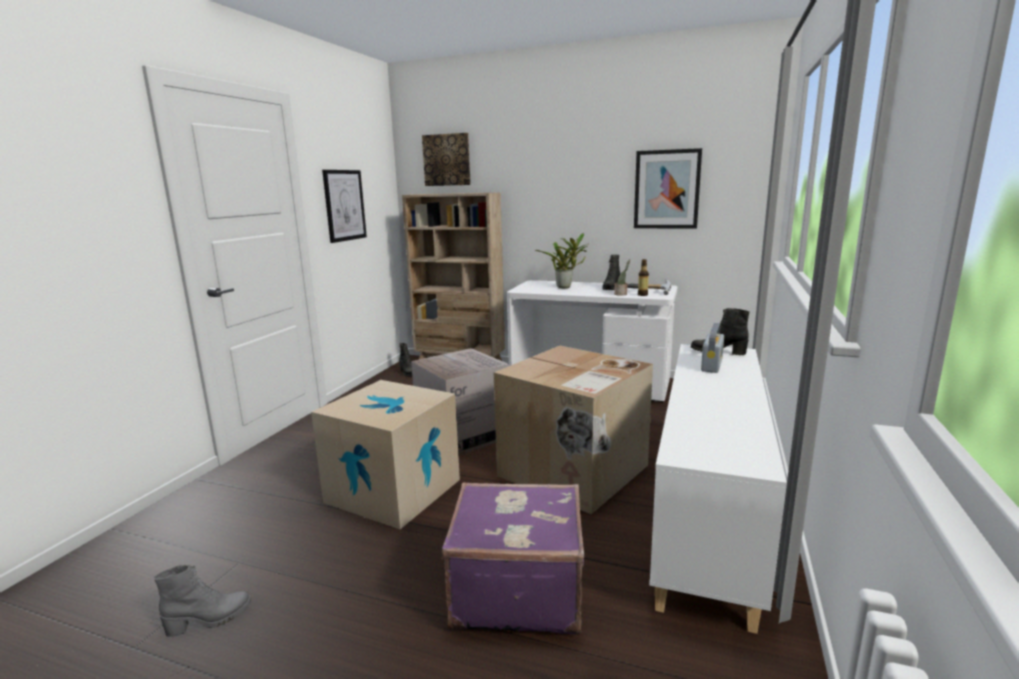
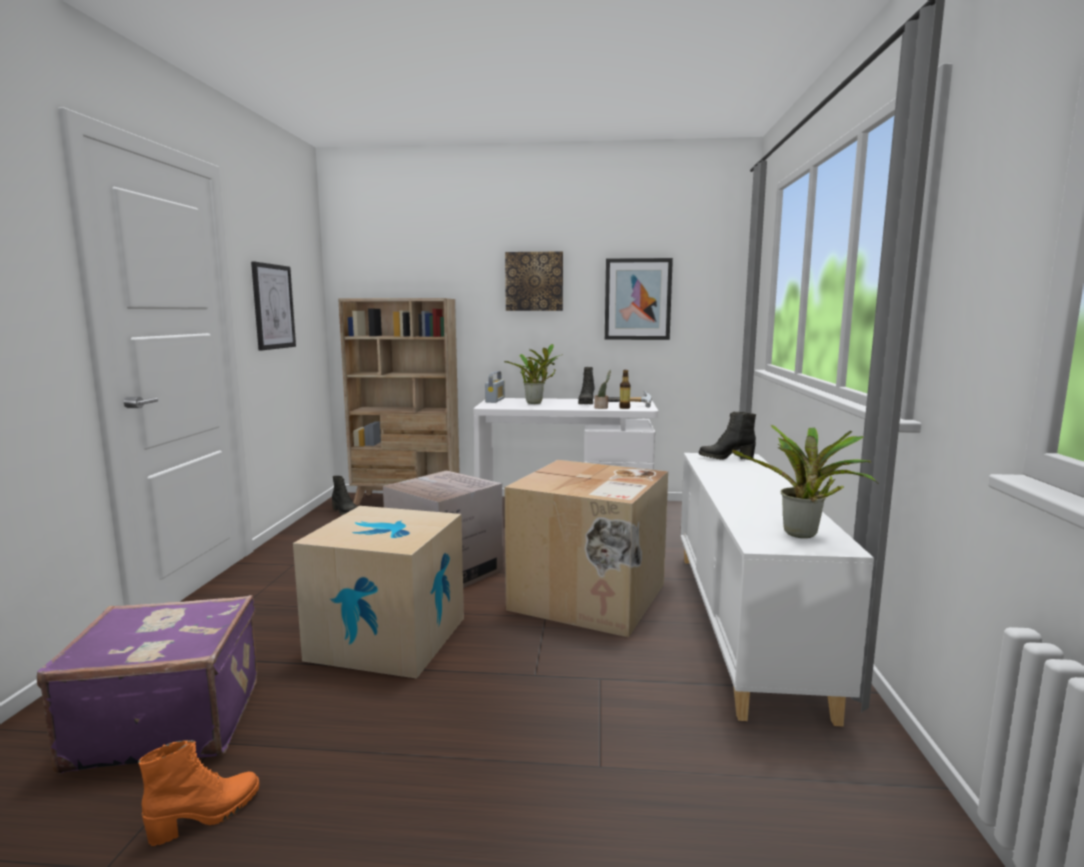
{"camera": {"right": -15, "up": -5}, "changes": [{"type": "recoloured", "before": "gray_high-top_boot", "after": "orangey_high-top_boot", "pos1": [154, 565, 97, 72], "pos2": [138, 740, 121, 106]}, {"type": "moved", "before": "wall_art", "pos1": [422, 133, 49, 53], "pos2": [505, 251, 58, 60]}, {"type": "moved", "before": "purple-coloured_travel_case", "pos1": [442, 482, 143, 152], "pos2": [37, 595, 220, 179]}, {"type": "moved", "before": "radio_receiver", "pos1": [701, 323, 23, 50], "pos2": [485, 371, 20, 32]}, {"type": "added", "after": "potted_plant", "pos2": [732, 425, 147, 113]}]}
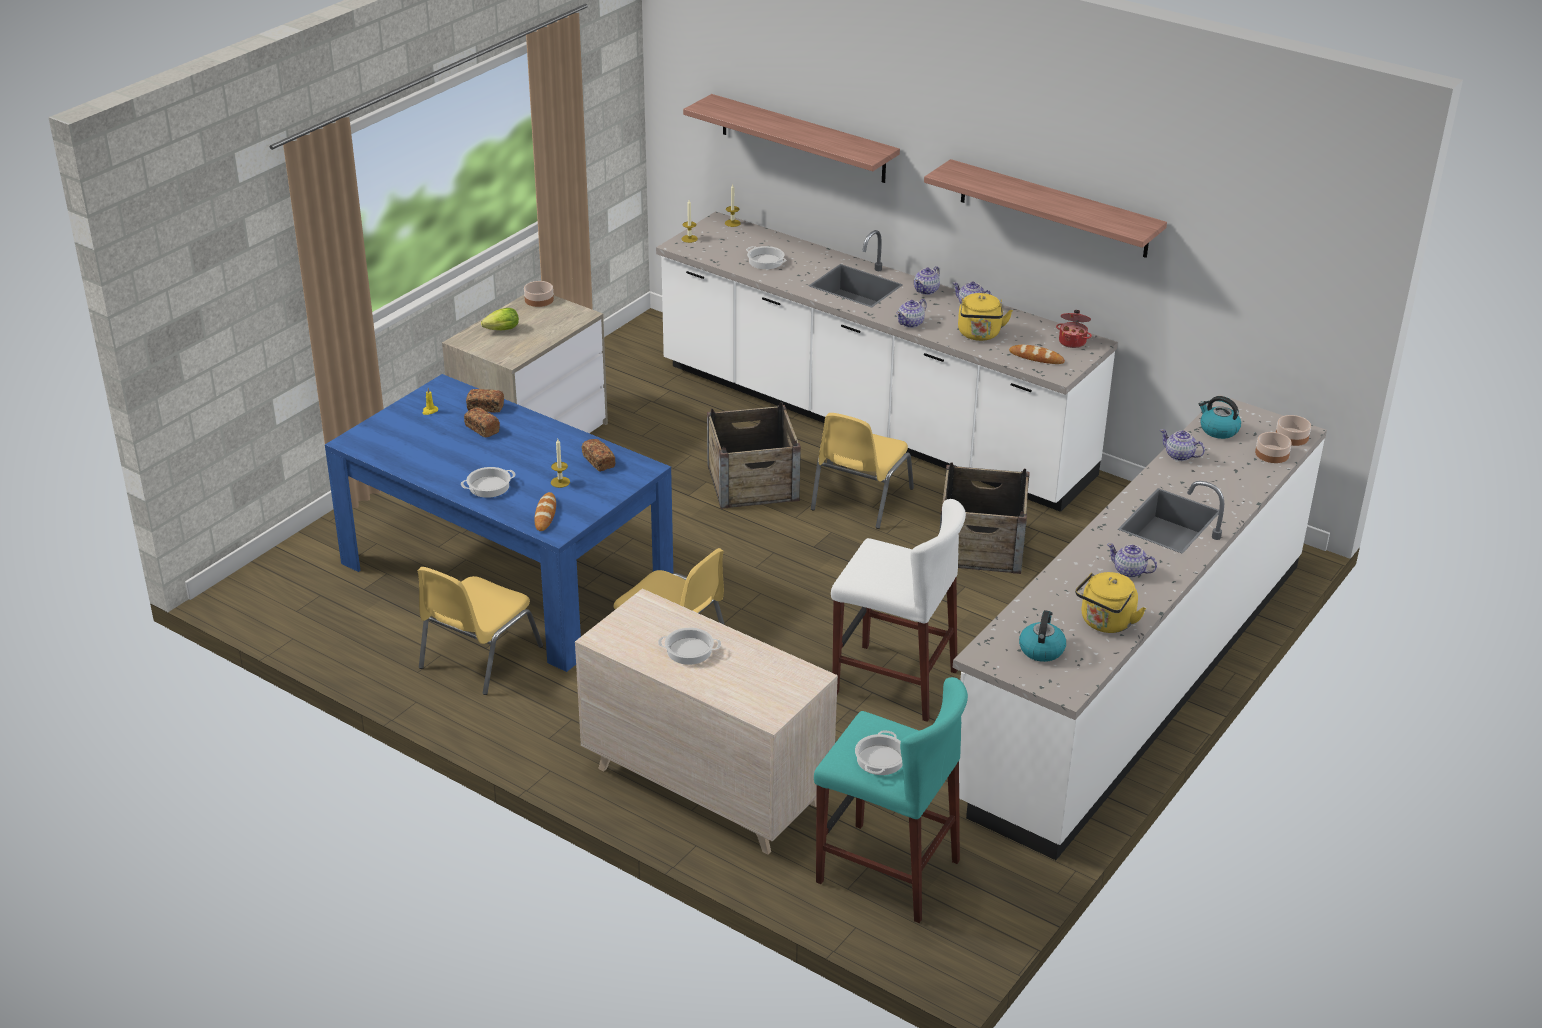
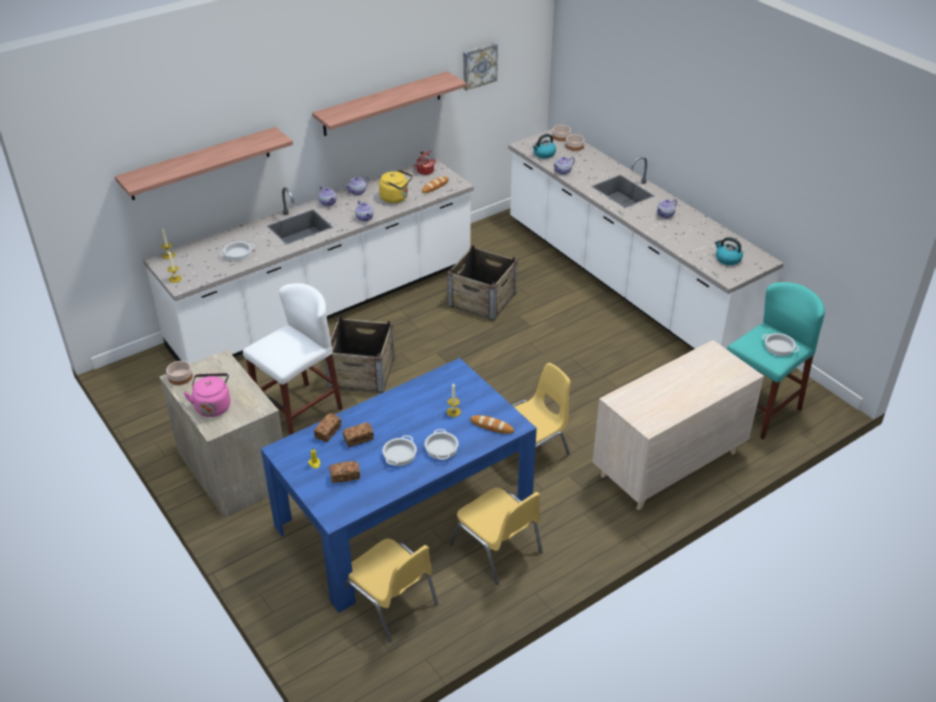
{"camera": {"right": -70, "up": 5}, "changes": [{"type": "replaced", "before": "lettuce_head", "after": "pink-coloured_tea_kettle", "pos1": [481, 308, 38, 22], "pos2": [184, 373, 46, 44]}, {"type": "moved", "before": "bread", "pos1": [582, 439, 33, 32], "pos2": [329, 461, 31, 22]}, {"type": "moved", "before": "cooking_pot", "pos1": [658, 628, 63, 37], "pos2": [383, 435, 34, 31]}, {"type": "moved", "before": "yellowish_upright_chair", "pos1": [811, 413, 103, 116], "pos2": [345, 539, 93, 104]}, {"type": "moved", "before": "white-coloured_stool", "pos1": [831, 499, 135, 223], "pos2": [243, 283, 100, 152]}, {"type": "removed", "before": "yellowish_tea_kettle", "pos1": [1075, 572, 71, 61]}, {"type": "added", "after": "wall_art", "pos2": [463, 43, 35, 48]}]}
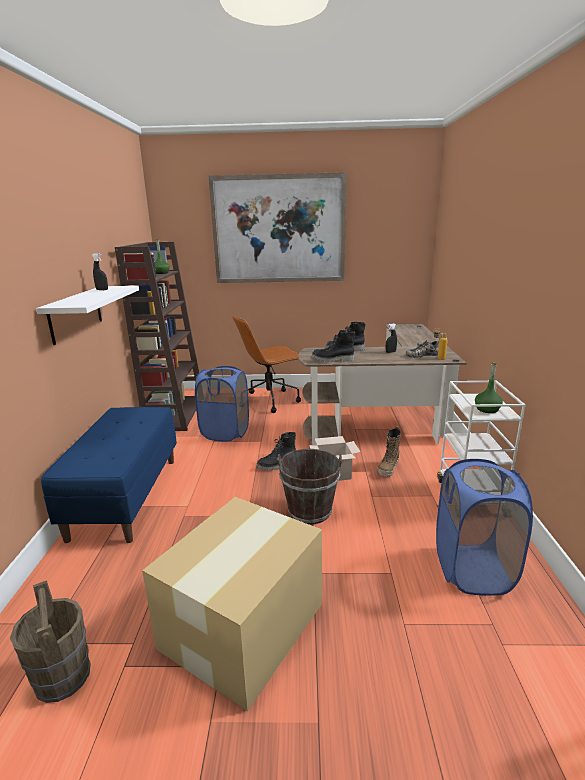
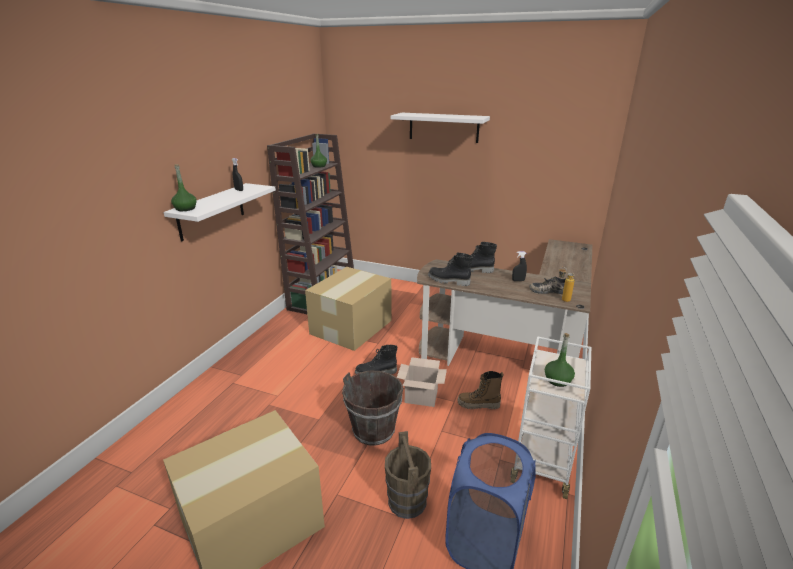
{"camera": {"right": 20, "up": 5}, "changes": [{"type": "moved", "before": "brown_bucket", "pos1": [10, 580, 81, 123], "pos2": [385, 431, 46, 88]}, {"type": "removed", "before": "bluish_long_seat", "pos1": [41, 407, 136, 136]}, {"type": "replaced", "before": "bluish_laundry_basket", "after": "carton", "pos1": [195, 366, 54, 75], "pos2": [305, 267, 87, 84]}, {"type": "replaced", "before": "wall_art", "after": "white-coloured_shelf", "pos1": [209, 172, 138, 111], "pos2": [391, 113, 99, 30]}, {"type": "removed", "before": "brown_computer_chair", "pos1": [232, 315, 69, 98]}, {"type": "turned", "before": "high-top_boot", "pos1": [377, 426, 24, 51], "pos2": [457, 371, 46, 38], "turn": 45}, {"type": "added", "after": "greenish_bottle", "pos2": [171, 164, 26, 47]}]}
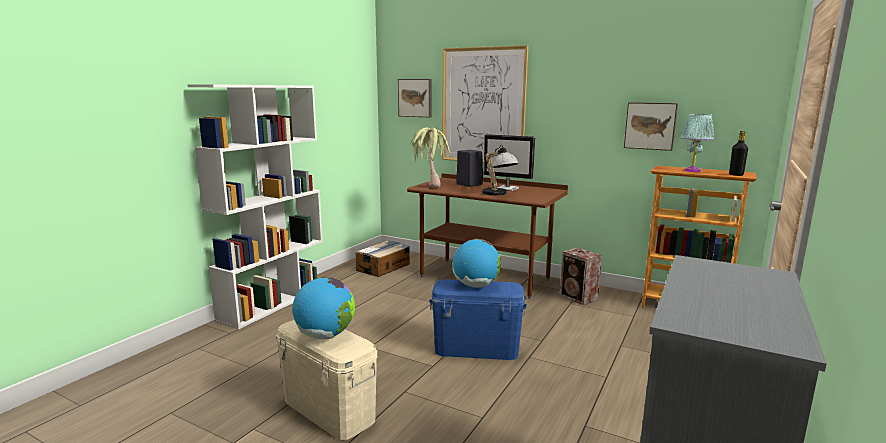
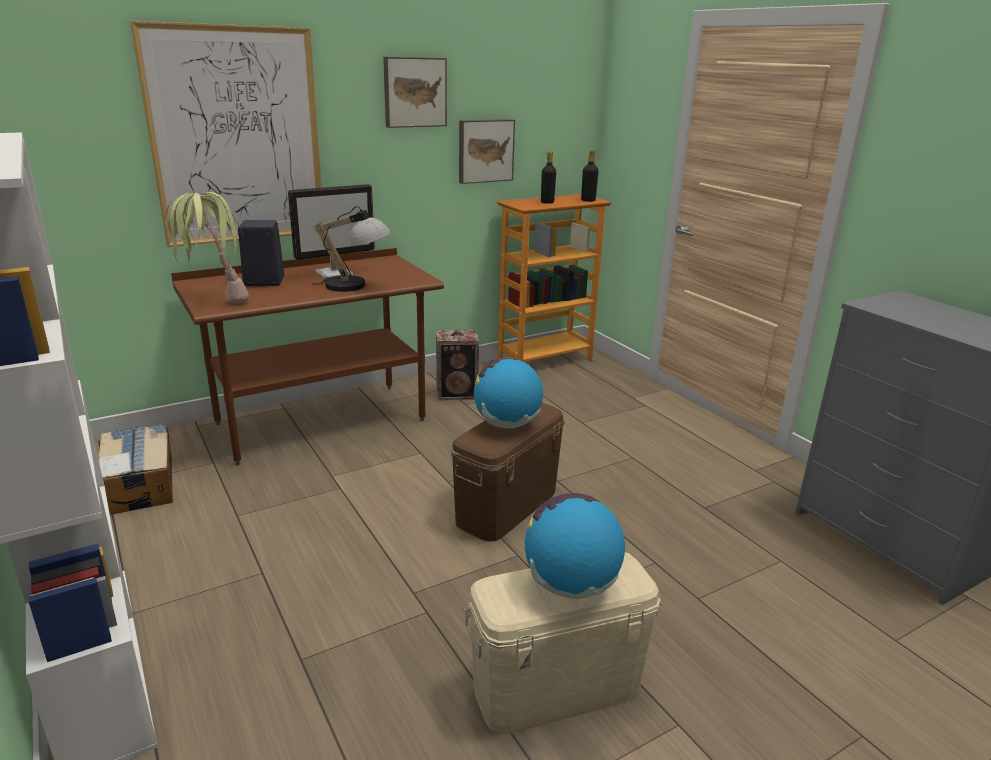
{"camera": {"right": -60, "up": 10}, "changes": [{"type": "moved", "before": "wall_art", "pos1": [398, 79, 34, 39], "pos2": [383, 57, 64, 71]}, {"type": "recoloured", "before": "bluish_storage_box", "after": "brown_storage_box", "pos1": [429, 280, 98, 80], "pos2": [451, 403, 113, 139]}, {"type": "replaced", "before": "turquoise-coloured_lamp_for_a_table", "after": "black-coloured_bottle", "pos1": [680, 114, 34, 58], "pos2": [541, 151, 15, 53]}]}
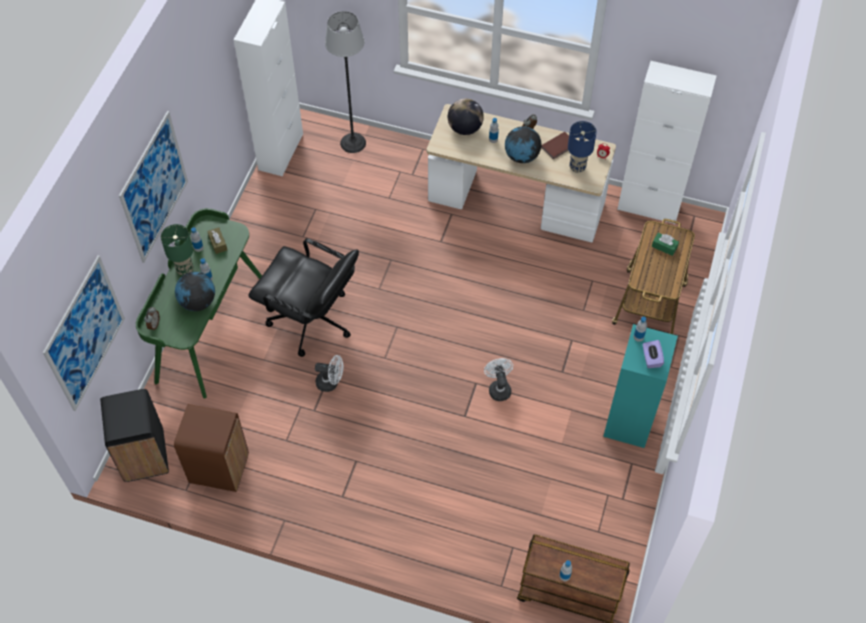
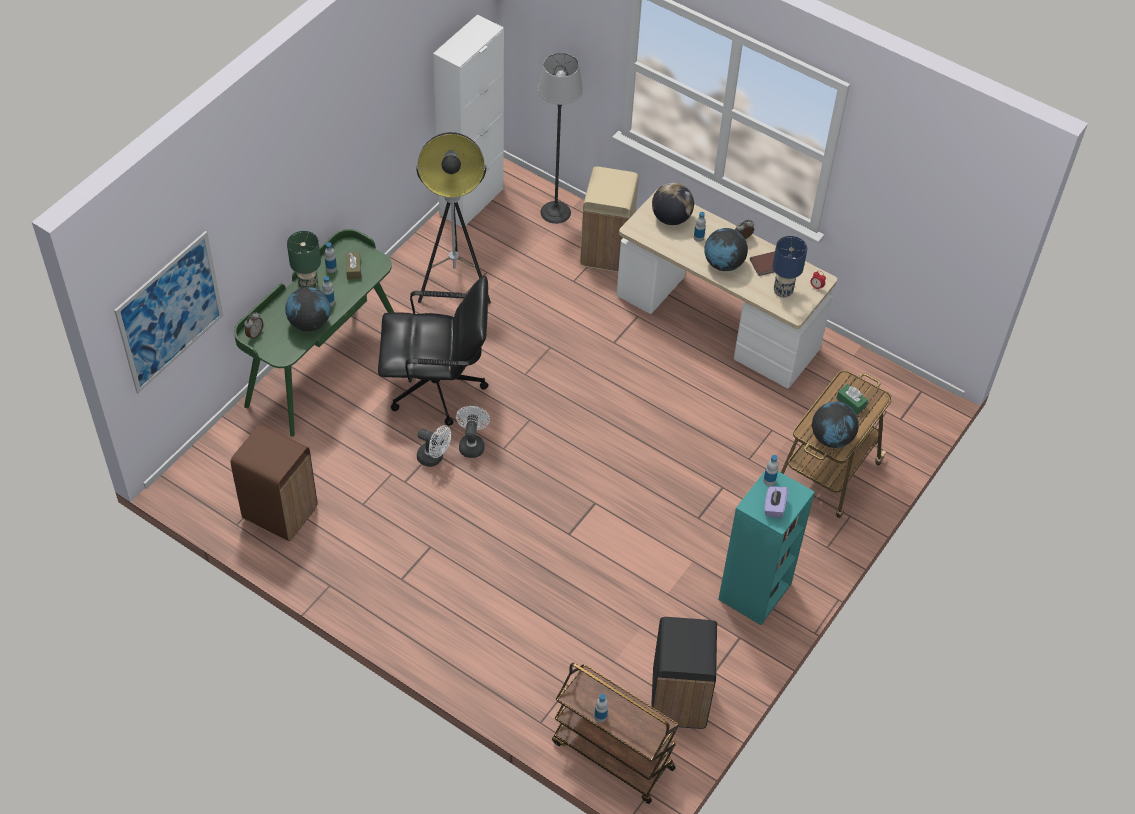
{"camera": {"right": 15, "up": -5}, "changes": [{"type": "moved", "before": "black-coloured_waste_bin", "pos1": [100, 389, 69, 93], "pos2": [651, 617, 66, 112]}, {"type": "removed", "before": "wall_art", "pos1": [119, 111, 69, 152]}, {"type": "turned", "before": "black-coloured_computer_chair", "pos1": [248, 238, 111, 119], "pos2": [378, 276, 110, 150], "turn": -45}, {"type": "moved", "before": "white-coloured_cooling_fan", "pos1": [484, 358, 29, 43], "pos2": [456, 406, 34, 52]}, {"type": "removed", "before": "white-coloured_cabinet", "pos1": [617, 61, 100, 163]}, {"type": "added", "after": "floor_lamp", "pos2": [416, 132, 75, 172]}, {"type": "added", "after": "beige_waste_bin", "pos2": [580, 167, 59, 105]}, {"type": "added", "after": "globe", "pos2": [812, 402, 47, 46]}]}
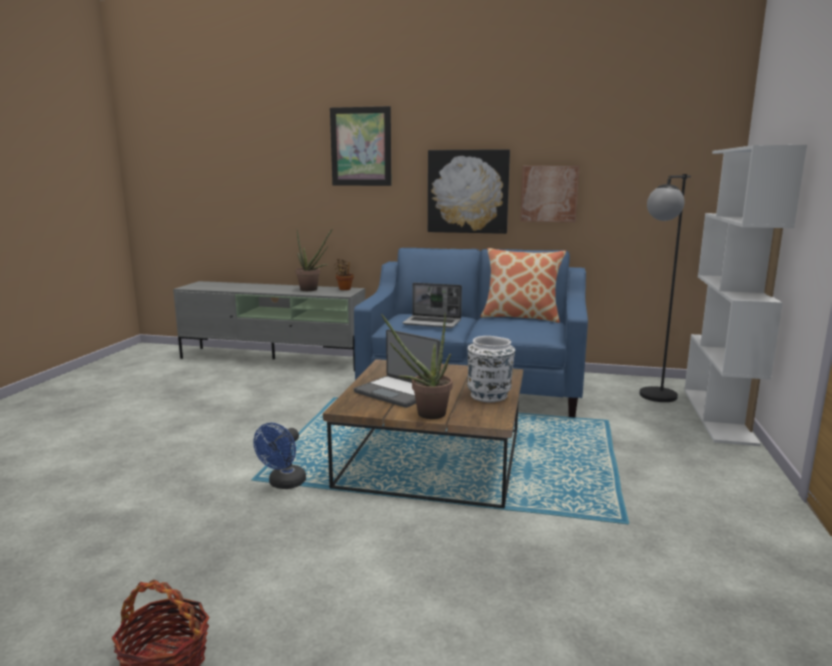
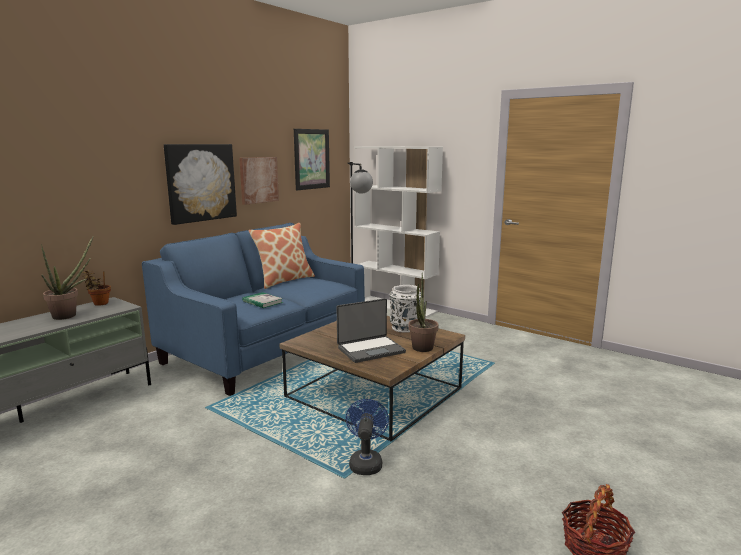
{"camera": {"right": -65, "up": 0}, "changes": [{"type": "turned", "before": "bluish_cooling_fan", "pos1": [253, 423, 53, 66], "pos2": [346, 399, 43, 76], "turn": -135}, {"type": "moved", "before": "wall_art", "pos1": [330, 106, 61, 80], "pos2": [294, 129, 36, 61]}, {"type": "replaced", "before": "notebook_computer", "after": "bound_book", "pos1": [402, 283, 60, 45], "pos2": [242, 292, 41, 16]}]}
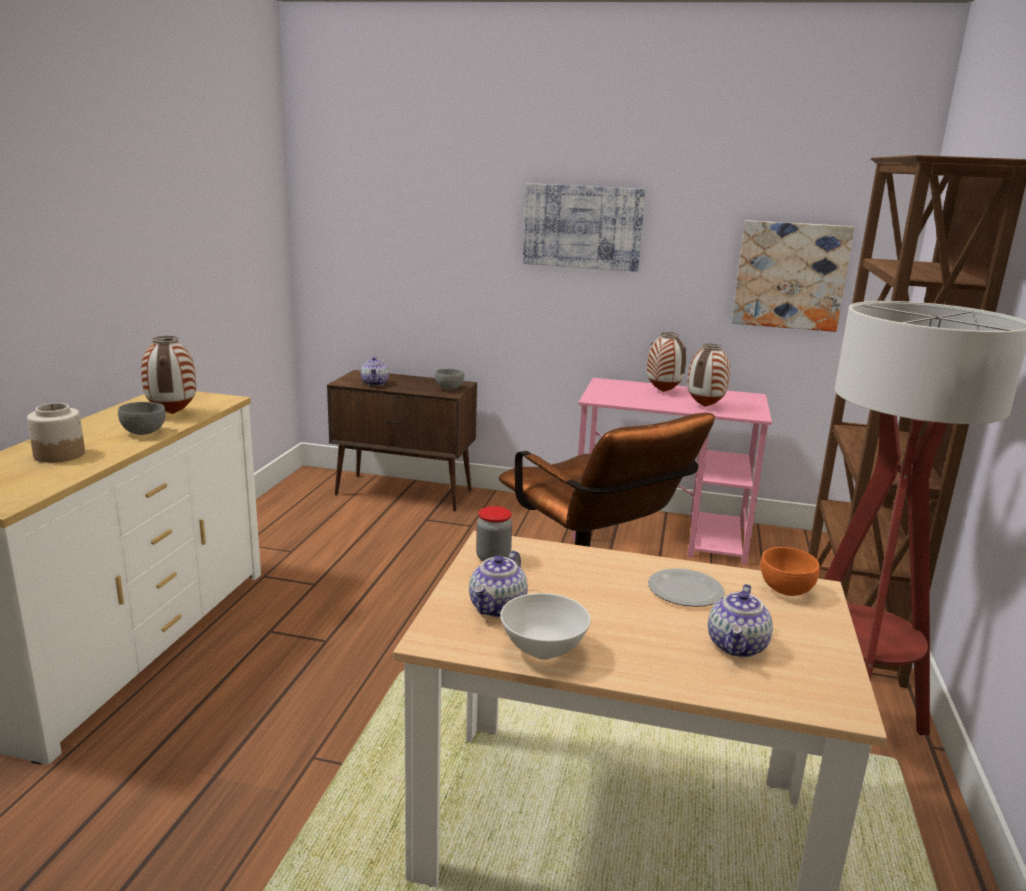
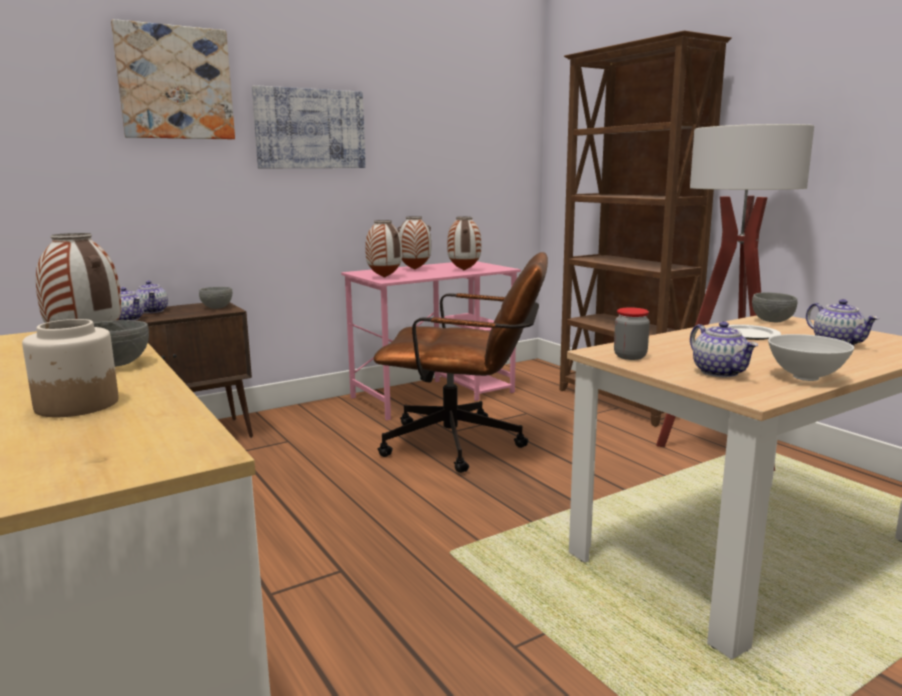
{"camera": {"right": -45, "up": -5}, "changes": [{"type": "moved", "before": "wall_art", "pos1": [732, 220, 122, 112], "pos2": [111, 19, 124, 121]}, {"type": "recoloured", "before": "orangey_deep_dish", "after": "gray_deep_dish", "pos1": [761, 547, 59, 49], "pos2": [752, 292, 45, 30]}, {"type": "added", "after": "pot_for_tea", "pos2": [136, 281, 32, 32]}, {"type": "added", "after": "flower_vase", "pos2": [365, 220, 37, 58]}]}
